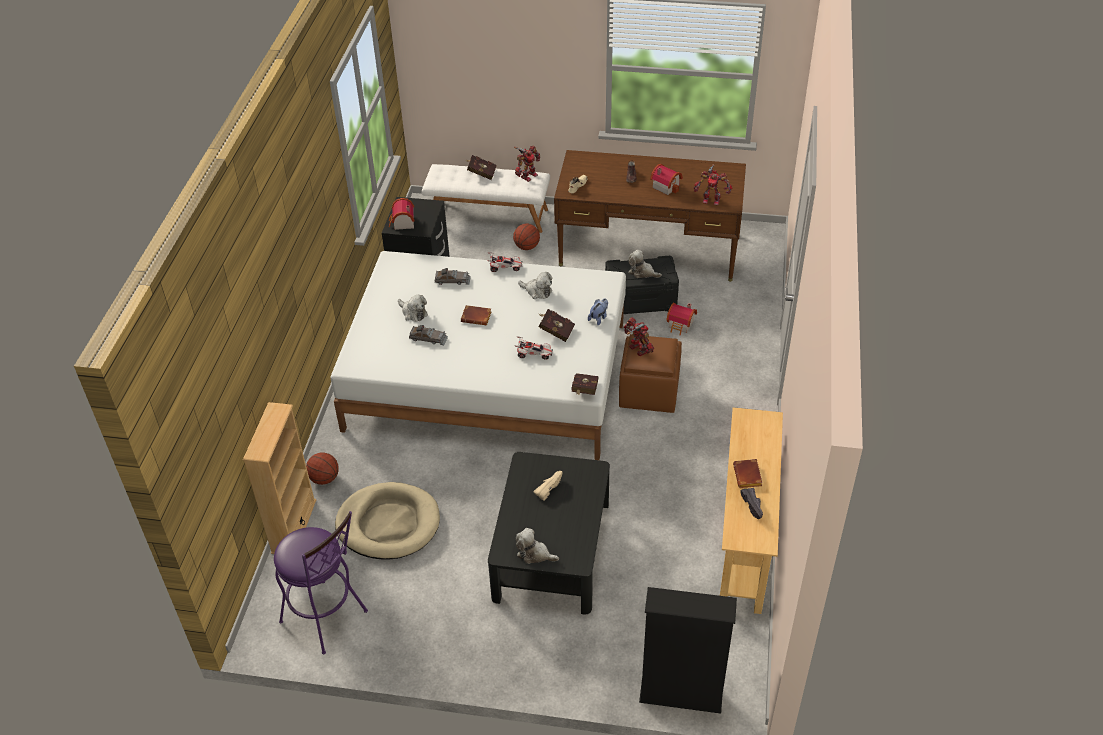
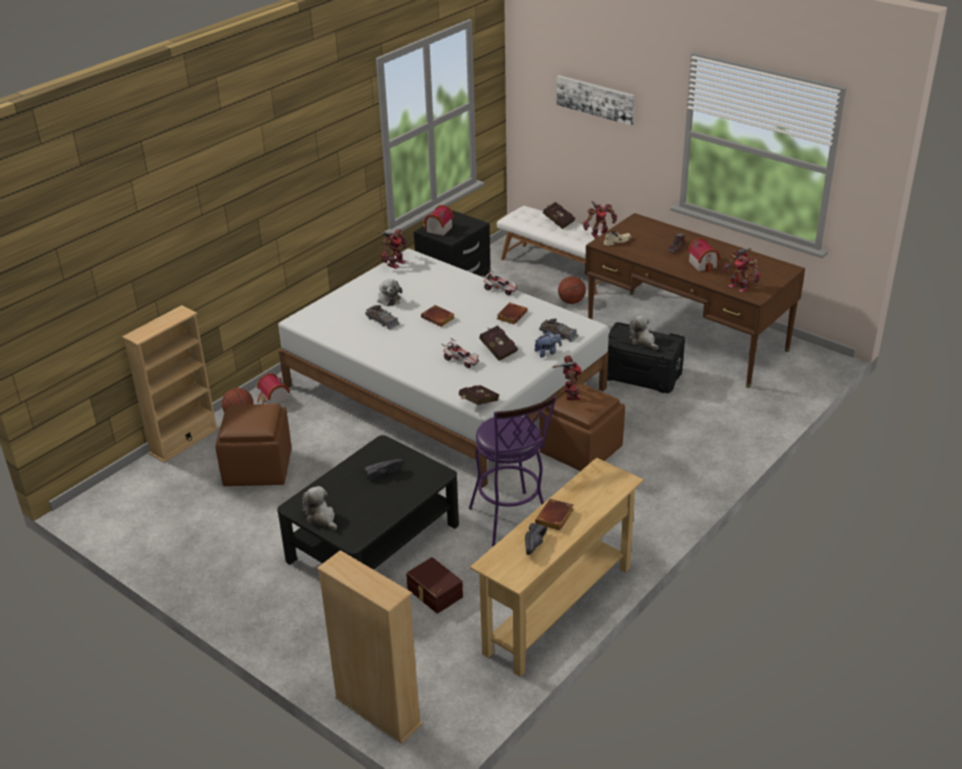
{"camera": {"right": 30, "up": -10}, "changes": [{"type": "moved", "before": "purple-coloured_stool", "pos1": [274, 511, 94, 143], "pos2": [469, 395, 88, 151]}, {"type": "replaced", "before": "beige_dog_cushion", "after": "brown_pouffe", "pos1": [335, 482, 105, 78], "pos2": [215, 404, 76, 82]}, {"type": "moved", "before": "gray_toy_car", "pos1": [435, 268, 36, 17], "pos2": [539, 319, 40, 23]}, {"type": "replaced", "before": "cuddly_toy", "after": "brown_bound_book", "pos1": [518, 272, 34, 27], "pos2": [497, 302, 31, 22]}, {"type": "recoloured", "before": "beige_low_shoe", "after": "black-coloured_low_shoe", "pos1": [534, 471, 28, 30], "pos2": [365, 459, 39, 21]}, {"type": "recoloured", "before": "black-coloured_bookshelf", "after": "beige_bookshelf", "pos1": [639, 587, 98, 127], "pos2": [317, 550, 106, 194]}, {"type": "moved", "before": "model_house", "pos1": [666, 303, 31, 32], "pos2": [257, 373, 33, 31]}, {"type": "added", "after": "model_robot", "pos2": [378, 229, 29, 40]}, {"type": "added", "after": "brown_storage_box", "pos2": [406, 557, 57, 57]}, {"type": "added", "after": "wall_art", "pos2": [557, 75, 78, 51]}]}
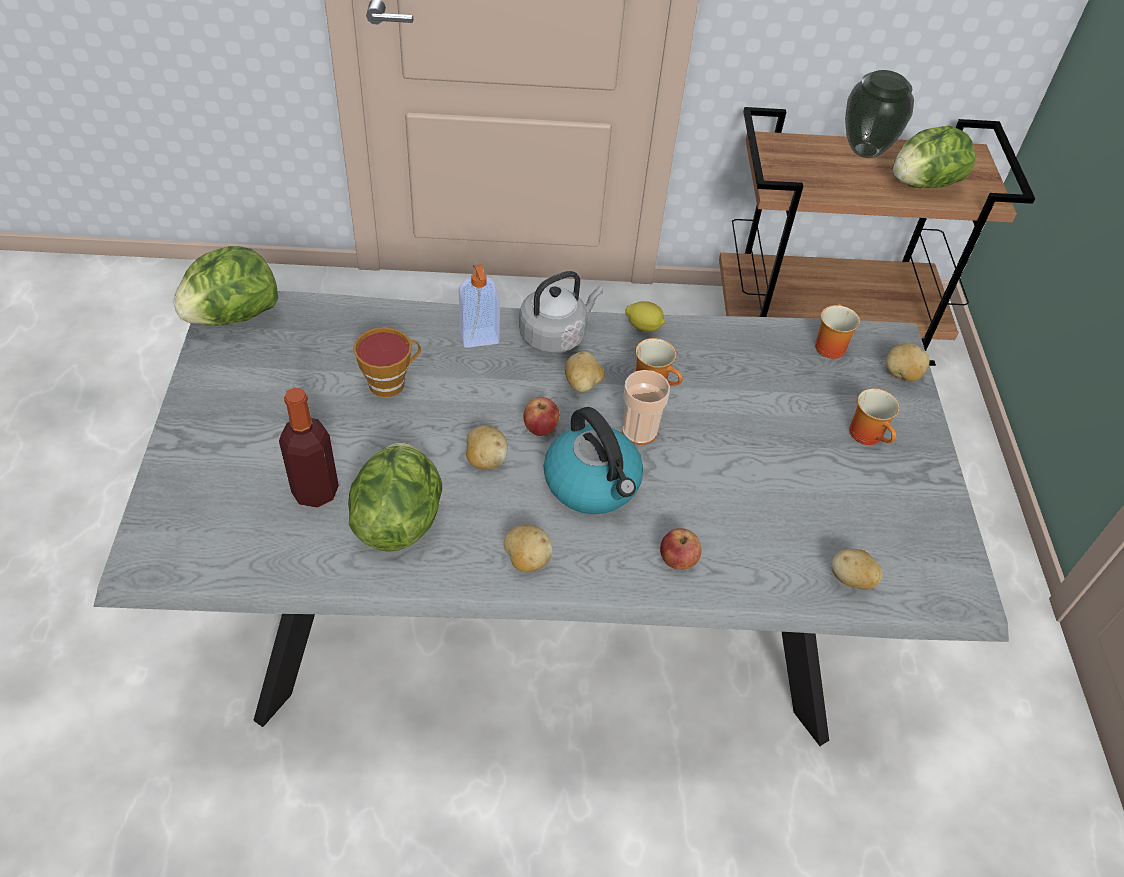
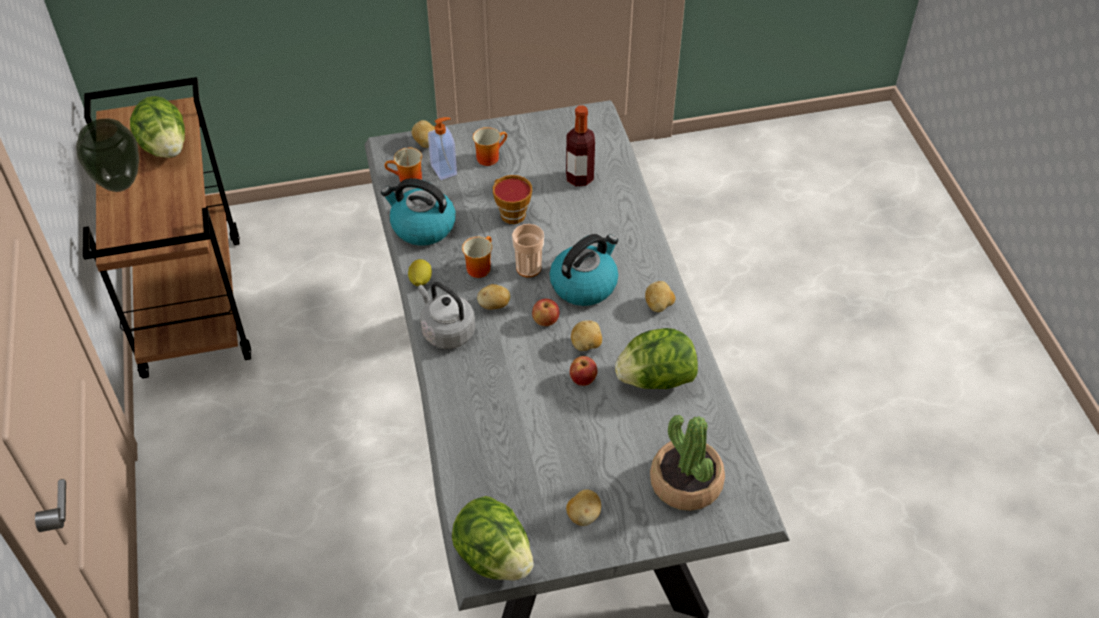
{"camera": {"right": -100, "up": 0}, "changes": [{"type": "moved", "before": "bottle", "pos1": [279, 387, 60, 121], "pos2": [566, 105, 29, 81]}, {"type": "moved", "before": "cup", "pos1": [353, 327, 68, 70], "pos2": [493, 175, 39, 49]}, {"type": "moved", "before": "soap_bottle", "pos1": [459, 264, 41, 84], "pos2": [428, 117, 29, 63]}, {"type": "moved", "before": "apple", "pos1": [660, 528, 41, 42], "pos2": [570, 356, 27, 30]}, {"type": "moved", "before": "whole_potato", "pos1": [831, 549, 52, 41], "pos2": [566, 489, 35, 37]}, {"type": "added", "after": "tea_kettle", "pos2": [381, 178, 75, 68]}, {"type": "added", "after": "potted_plant", "pos2": [650, 415, 75, 96]}]}
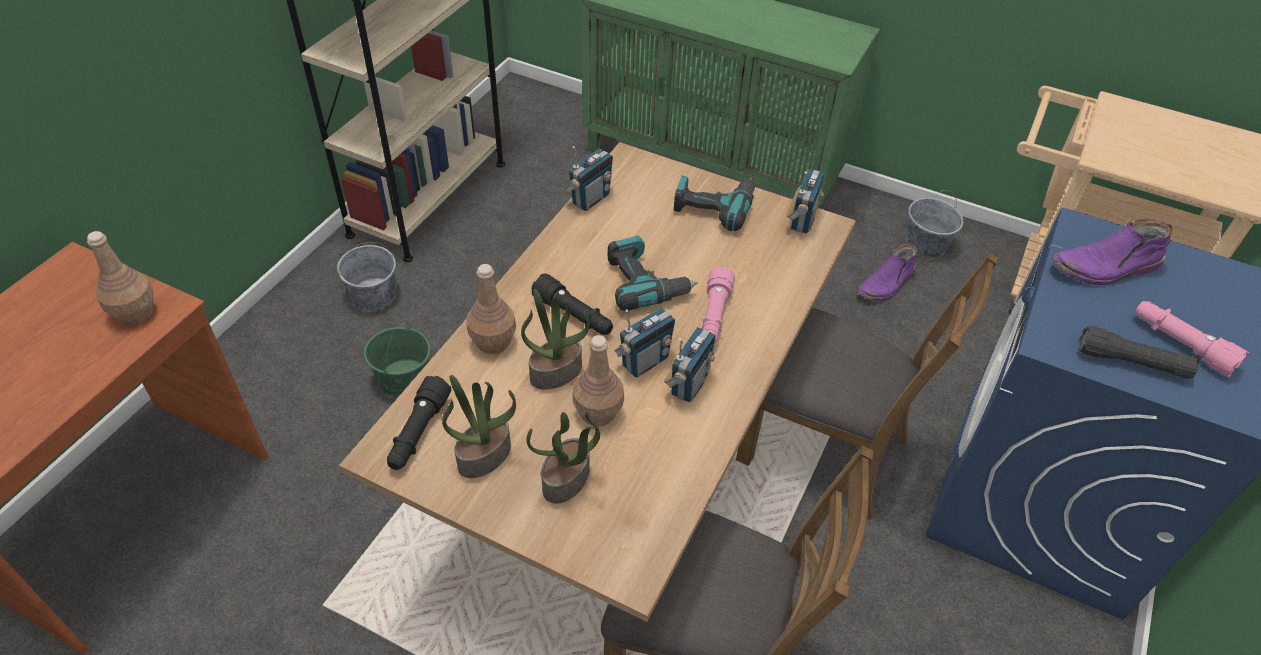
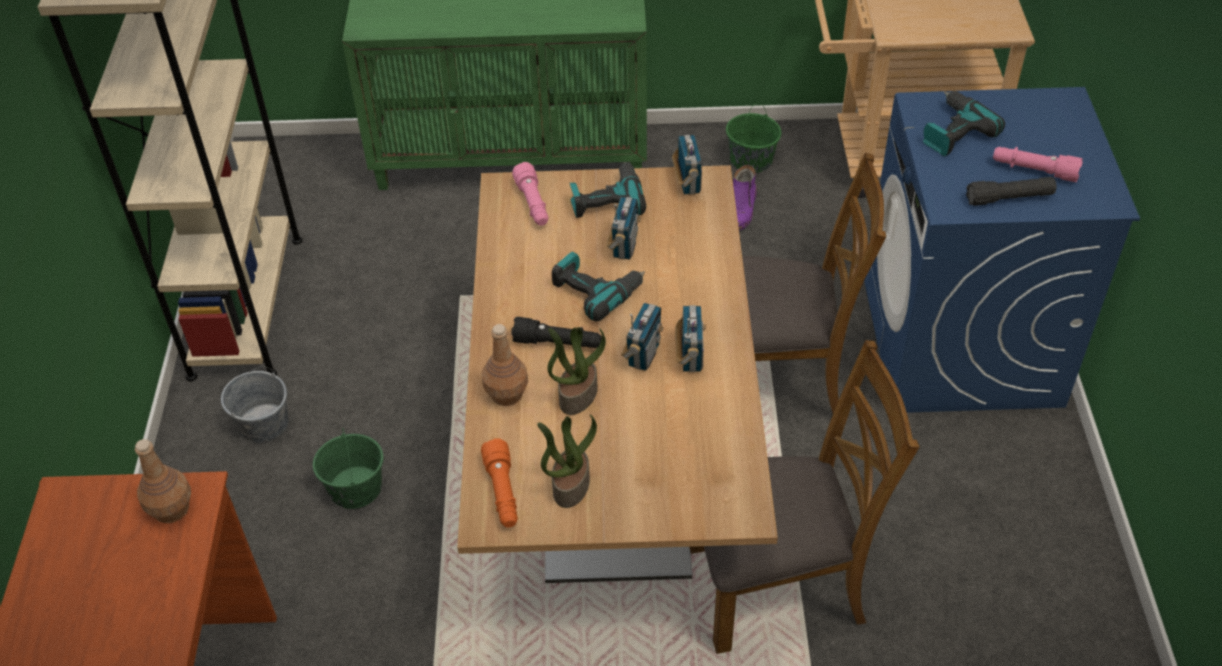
{"camera": {"right": -25, "up": 0}, "changes": [{"type": "recoloured", "before": "black-coloured_flashlight", "after": "orangey_flashlight", "pos1": [387, 376, 64, 94], "pos2": [481, 438, 37, 90]}, {"type": "removed", "before": "potted_plant", "pos1": [526, 412, 74, 92]}, {"type": "moved", "before": "radio_receiver", "pos1": [565, 146, 48, 65], "pos2": [606, 197, 35, 62]}, {"type": "removed", "before": "brown_bottle", "pos1": [572, 335, 52, 91]}, {"type": "moved", "before": "pink-coloured_flashlight", "pos1": [702, 267, 33, 77], "pos2": [512, 162, 37, 64]}, {"type": "recoloured", "before": "gray_bucket", "after": "greenish_bucket", "pos1": [905, 190, 59, 68], "pos2": [726, 103, 55, 70]}, {"type": "replaced", "before": "purple-coloured_high-top_boot", "after": "electric_drill", "pos1": [1052, 219, 120, 66], "pos2": [923, 91, 82, 65]}]}
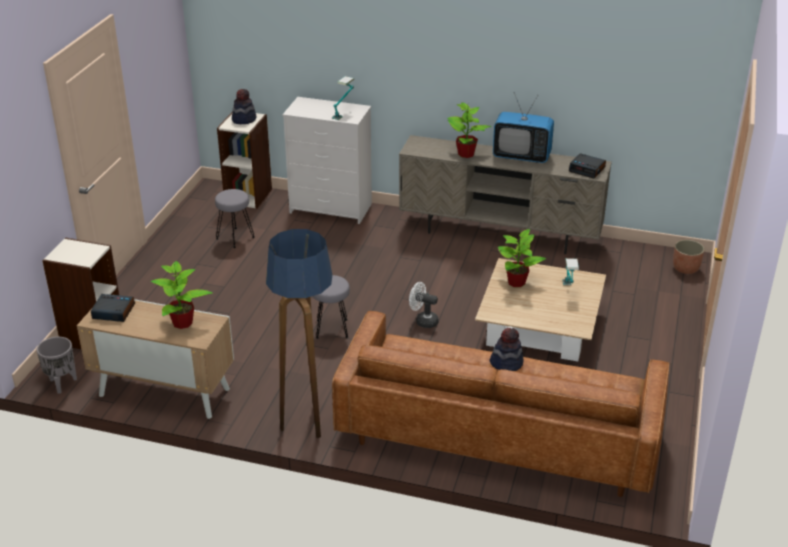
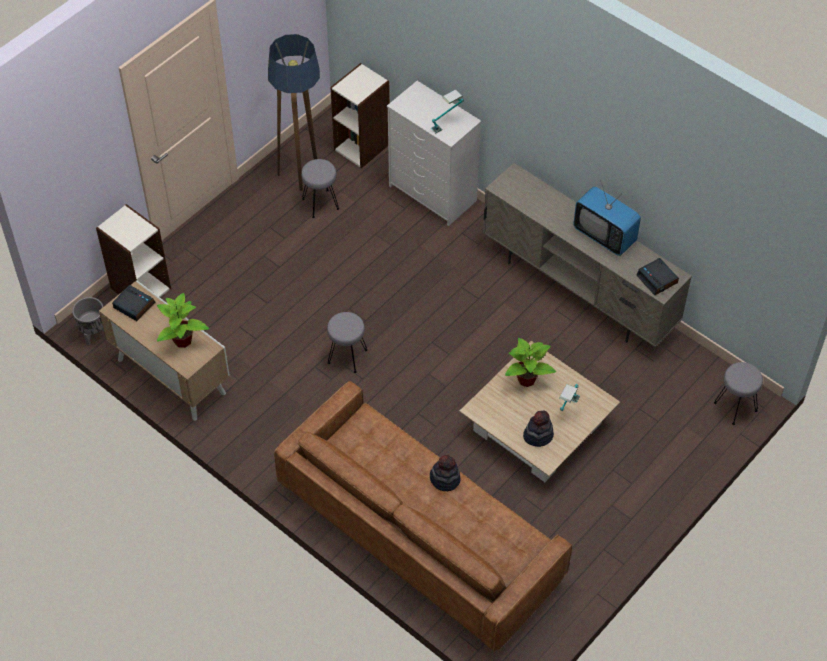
{"camera": {"right": 25, "up": 20}, "changes": [{"type": "moved", "before": "hat", "pos1": [232, 89, 24, 35], "pos2": [523, 410, 31, 37]}, {"type": "moved", "before": "floor_lamp", "pos1": [266, 229, 66, 210], "pos2": [268, 34, 52, 157]}, {"type": "removed", "before": "white-coloured_cooling_fan", "pos1": [409, 282, 30, 46]}, {"type": "removed", "before": "potted_plant", "pos1": [447, 102, 45, 56]}, {"type": "replaced", "before": "planter", "after": "gray_stool", "pos1": [673, 240, 32, 34], "pos2": [714, 362, 49, 63]}]}
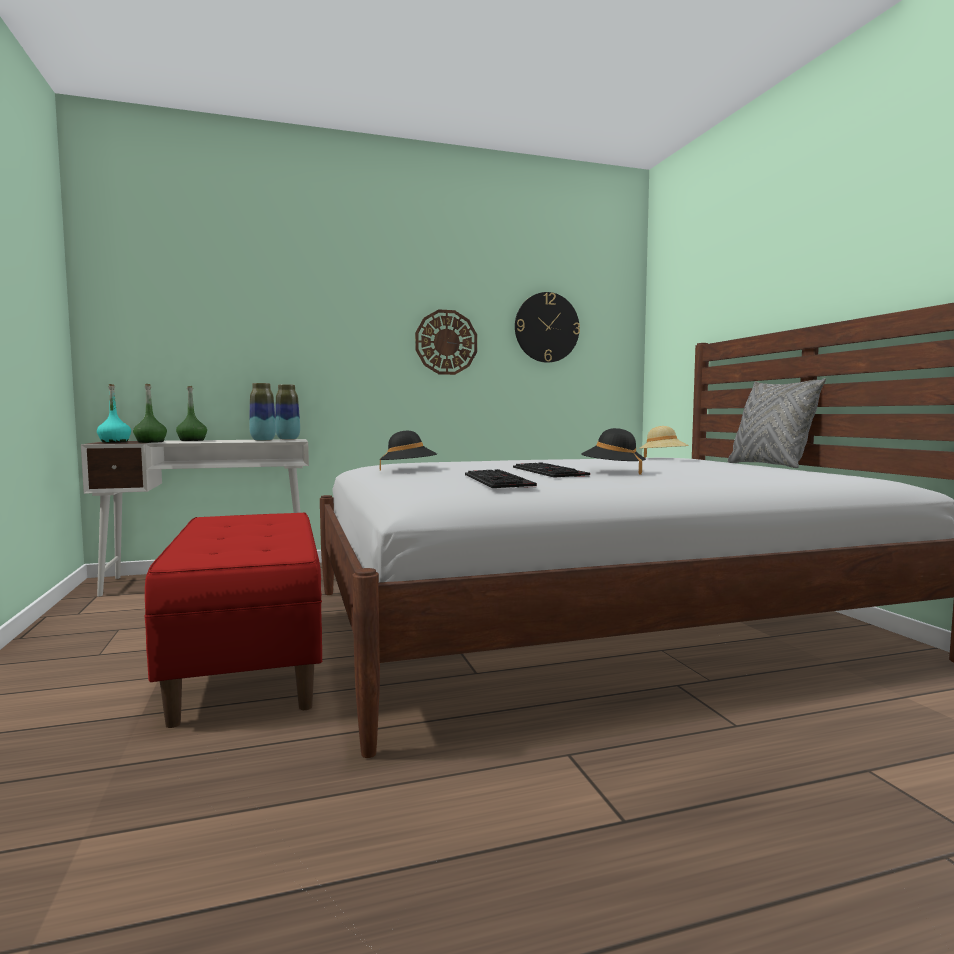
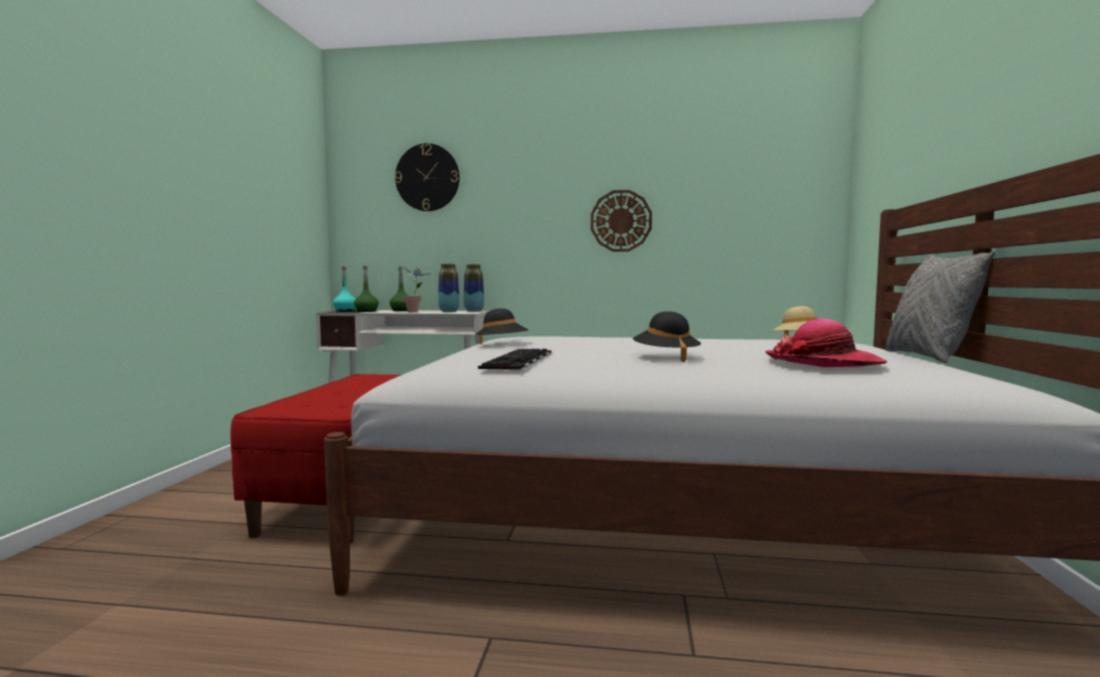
{"camera": {"right": 25, "up": 0}, "changes": [{"type": "removed", "before": "computer_keyboard", "pos1": [513, 462, 77, 16]}, {"type": "moved", "before": "hanging_clock", "pos1": [515, 292, 65, 71], "pos2": [395, 143, 65, 68]}, {"type": "added", "after": "potted_plant", "pos2": [403, 266, 28, 46]}, {"type": "added", "after": "hat", "pos2": [765, 319, 122, 48]}]}
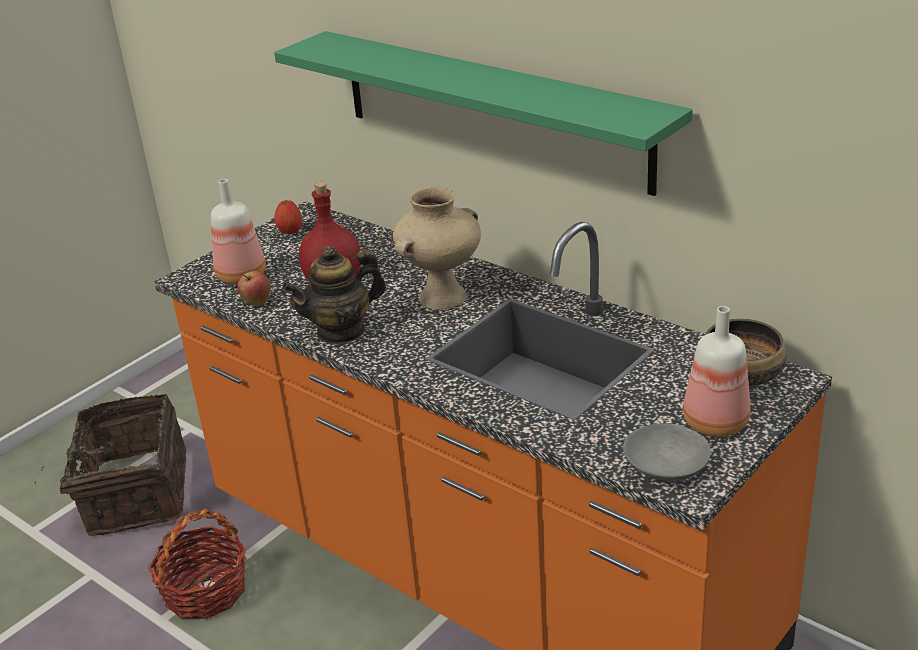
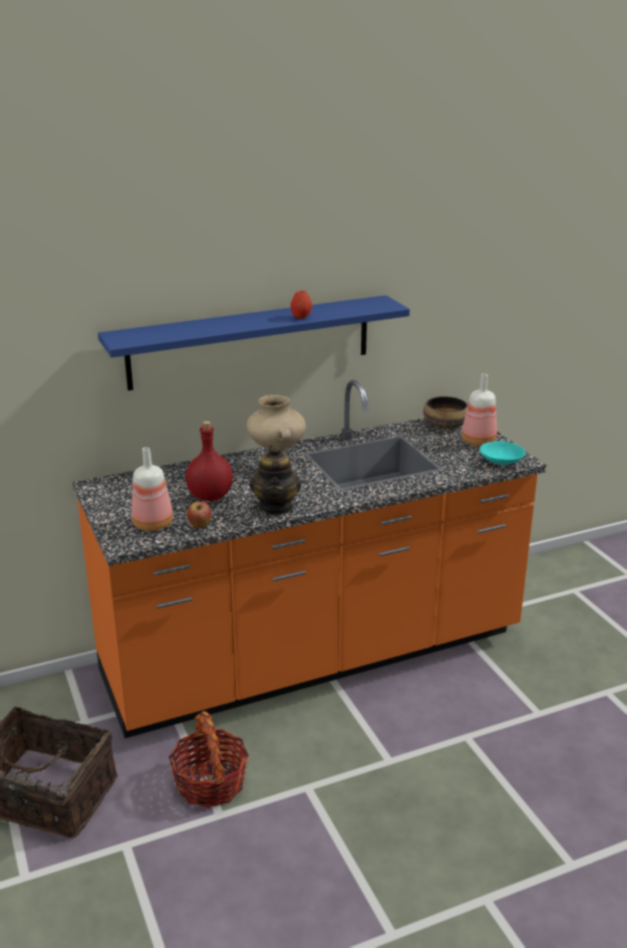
{"camera": {"right": -65, "up": -5}, "changes": [{"type": "recoloured", "before": "greenish_shelf", "after": "bluish_shelf", "pos1": [274, 31, 419, 165], "pos2": [98, 295, 312, 96]}, {"type": "moved", "before": "apple", "pos1": [274, 200, 28, 34], "pos2": [291, 290, 21, 29]}, {"type": "recoloured", "before": "gray_deep_dish", "after": "turquoise-coloured_deep_dish", "pos1": [623, 423, 88, 58], "pos2": [479, 441, 46, 24]}]}
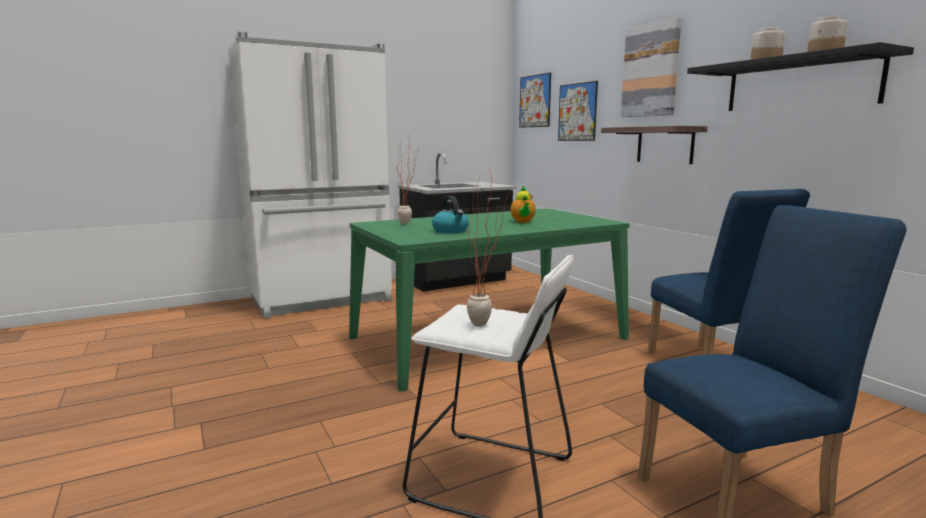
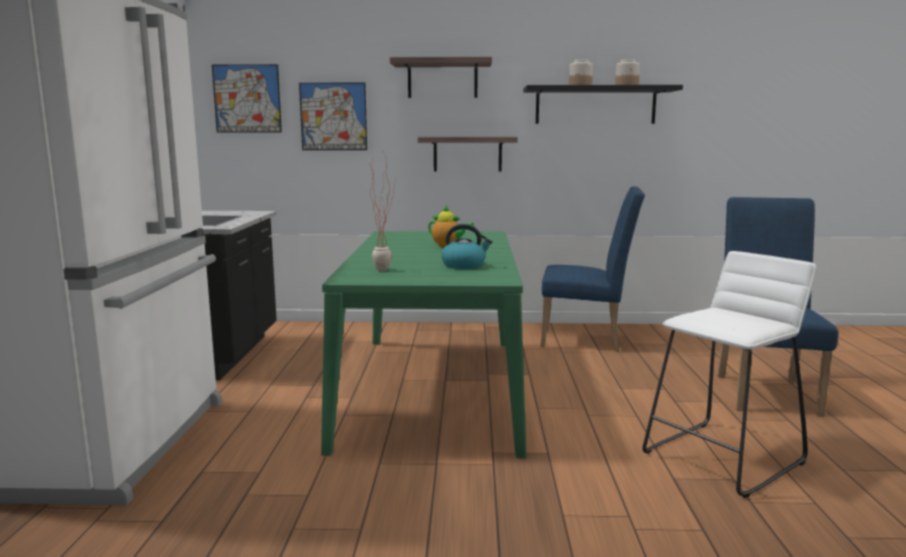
{"camera": {"right": -60, "up": 0}, "changes": [{"type": "removed", "before": "potted_plant", "pos1": [466, 168, 44, 159]}, {"type": "replaced", "before": "wall_art", "after": "shelf", "pos1": [621, 18, 60, 99], "pos2": [390, 57, 102, 41]}]}
